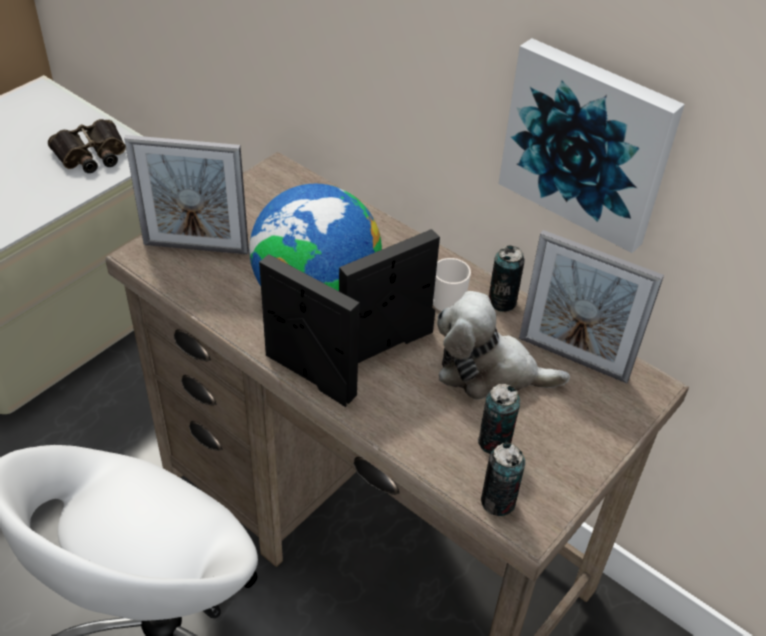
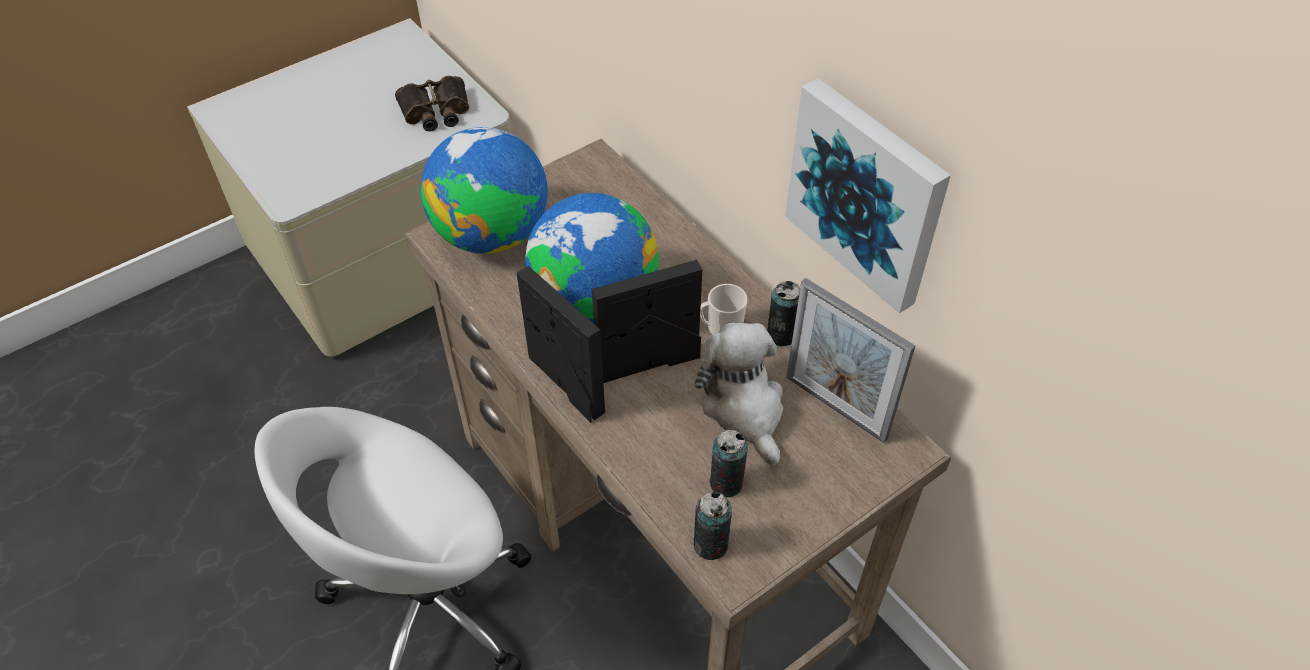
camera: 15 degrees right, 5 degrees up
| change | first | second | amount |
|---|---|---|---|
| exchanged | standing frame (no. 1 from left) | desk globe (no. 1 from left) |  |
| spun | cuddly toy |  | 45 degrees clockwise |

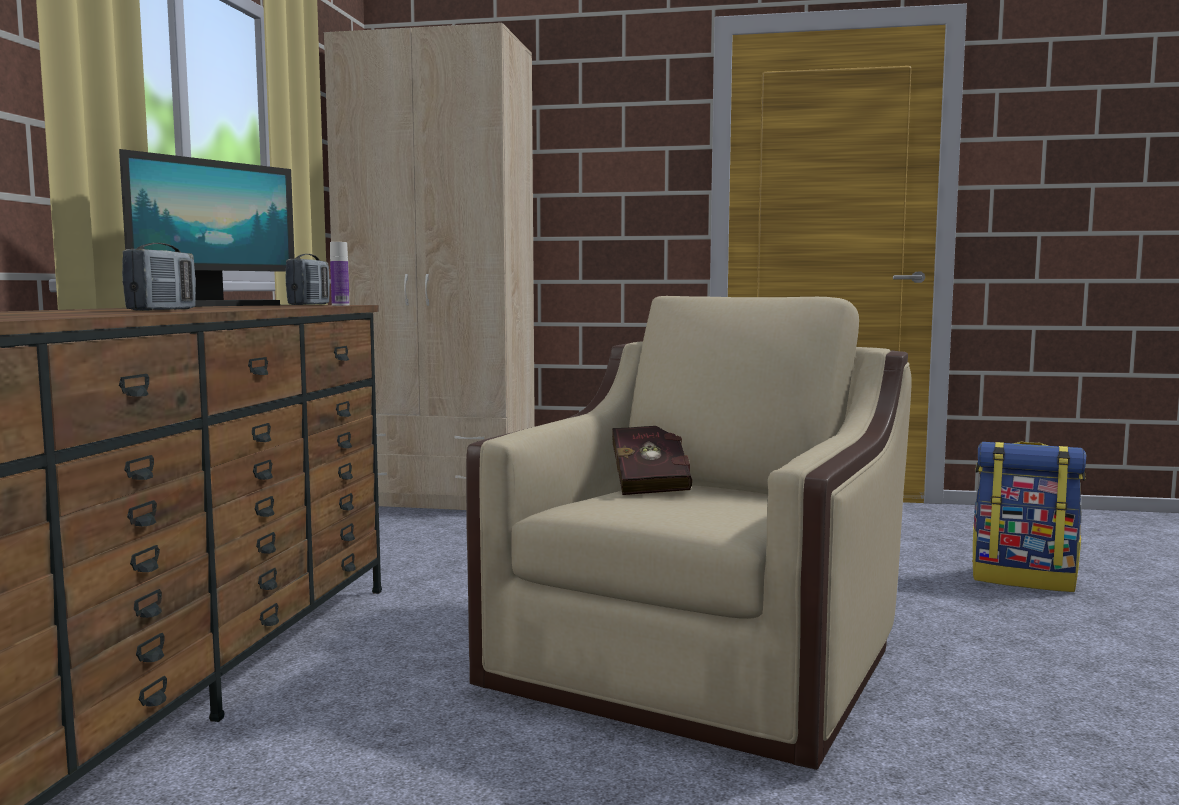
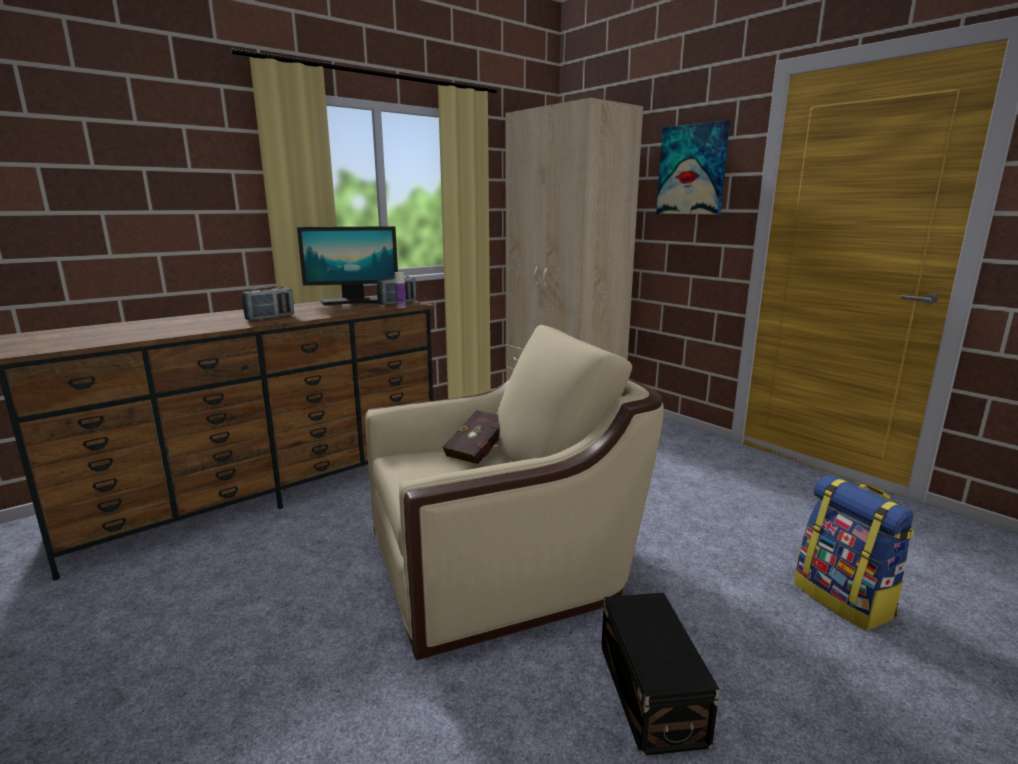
camera: 40 degrees right, 10 degrees up
| change | first | second | amount |
|---|---|---|---|
| appeared |  | wall art |  |
| appeared |  | blackish storage bin |  |

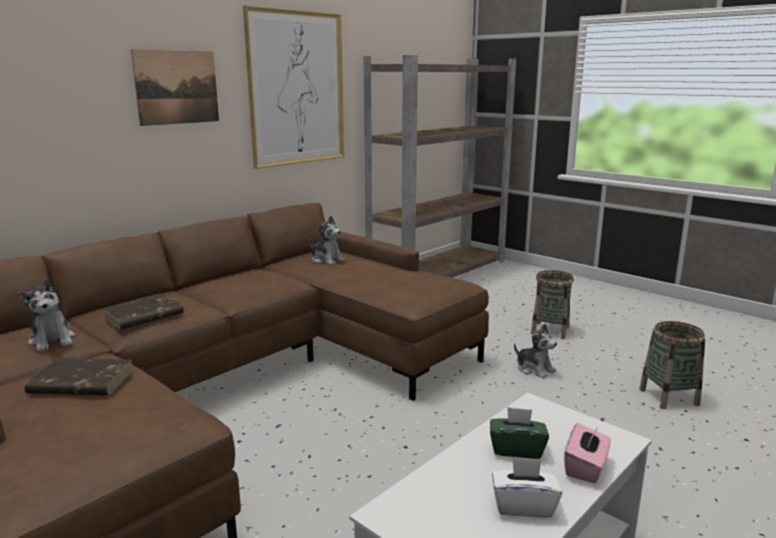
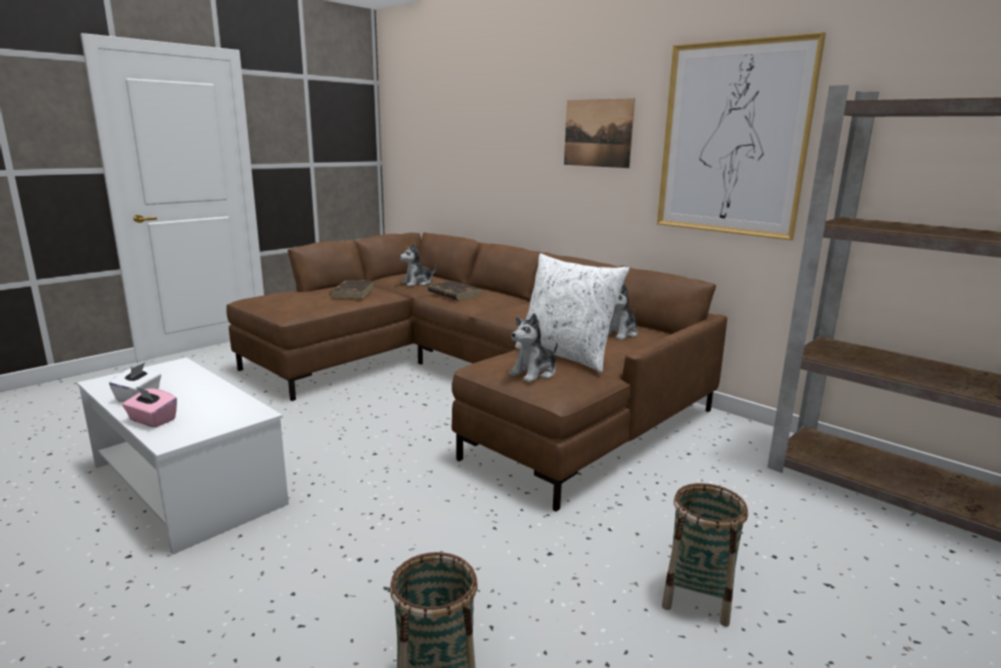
camera: 90 degrees right, 0 degrees up
| change | first | second | amount |
|---|---|---|---|
| relocated | cuddly toy (no. 3 from left in the first image) | cuddly toy (no. 2 from left) |  |
| missing | greenish box of tissues |  |  |
| appeared |  | white throw pillow |  |

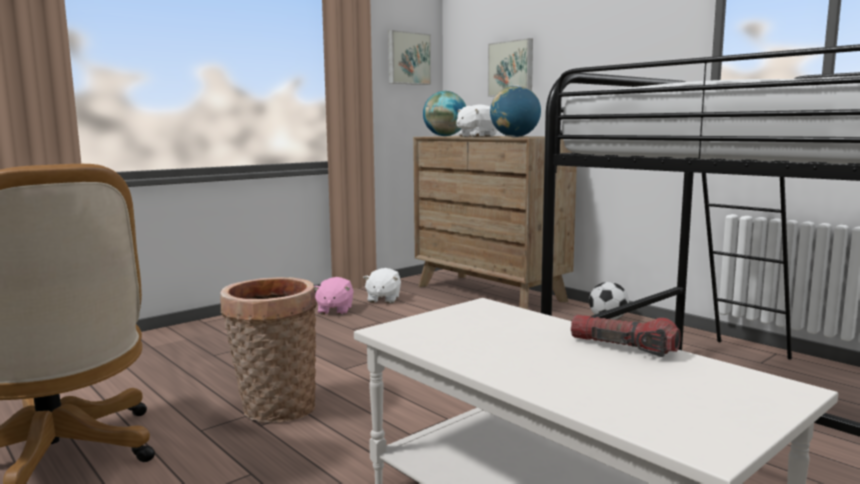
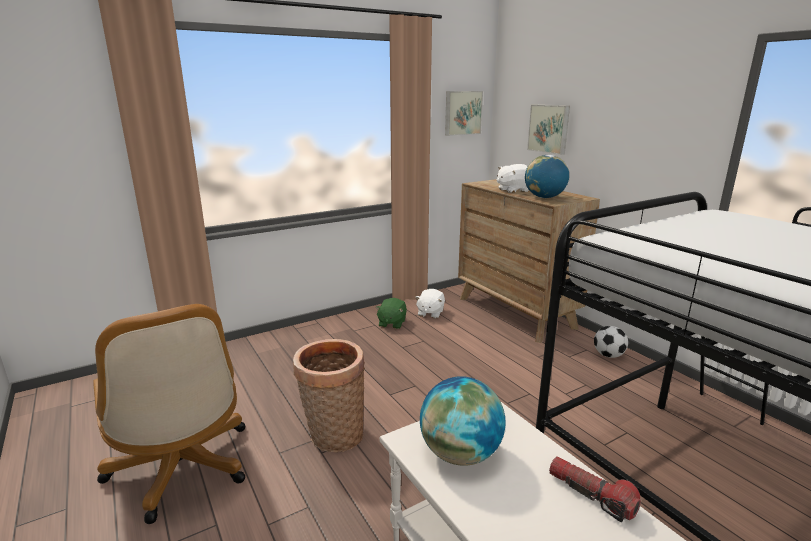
camera: 10 degrees right, 10 degrees up
| change | first | second | amount |
|---|---|---|---|
| relocated | desk globe (no. 1 from left) |  |  |
| colour | pinkish cuddly toy | greenish cuddly toy |  |

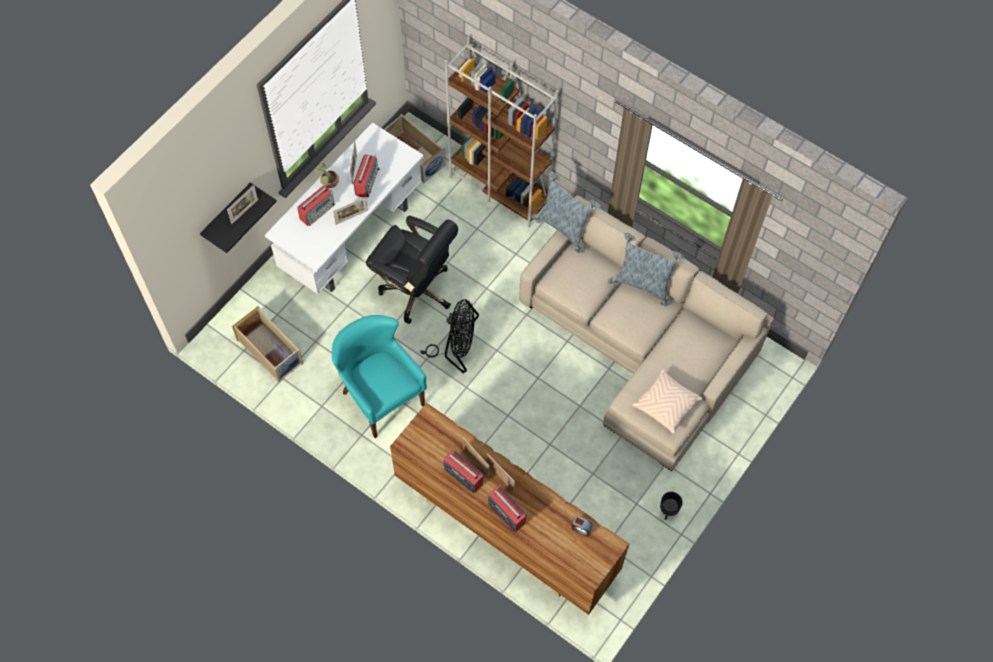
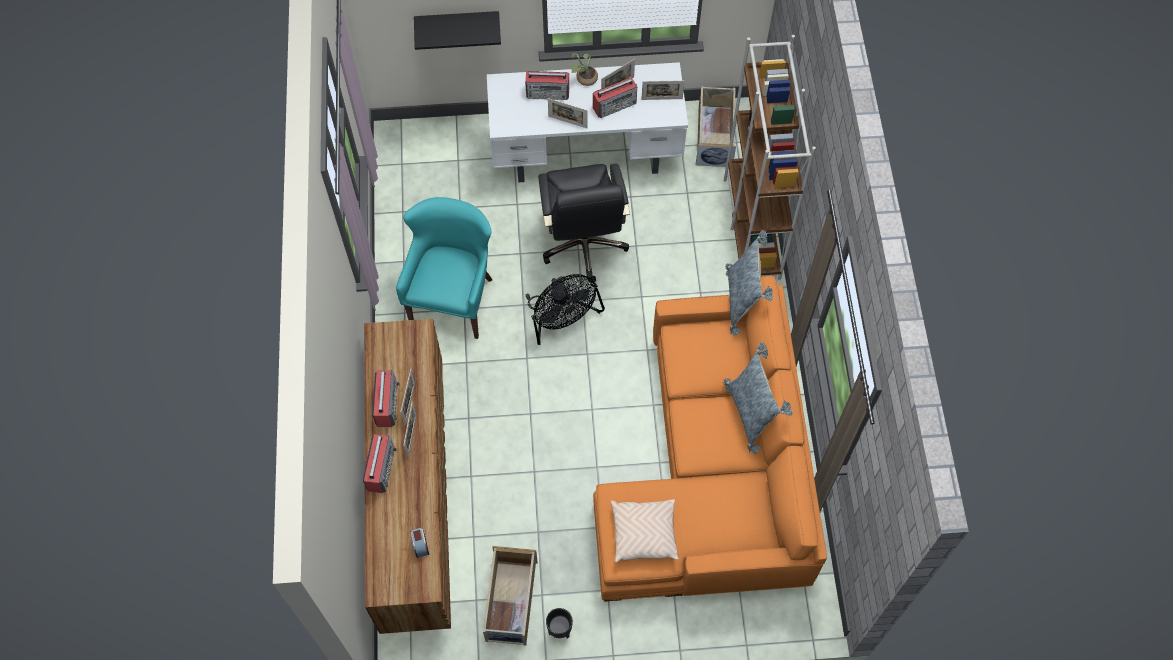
camera: 50 degrees right, 0 degrees up
| change | first | second | amount |
|---|---|---|---|
| relocated | standing frame (no. 1 from left in the first image) | standing frame (no. 5 from left) |  |
| colour | beige-coloured couch | orangey couch |  |
| relocated | beige-coloured storage bin (no. 1 from left) |  |  |

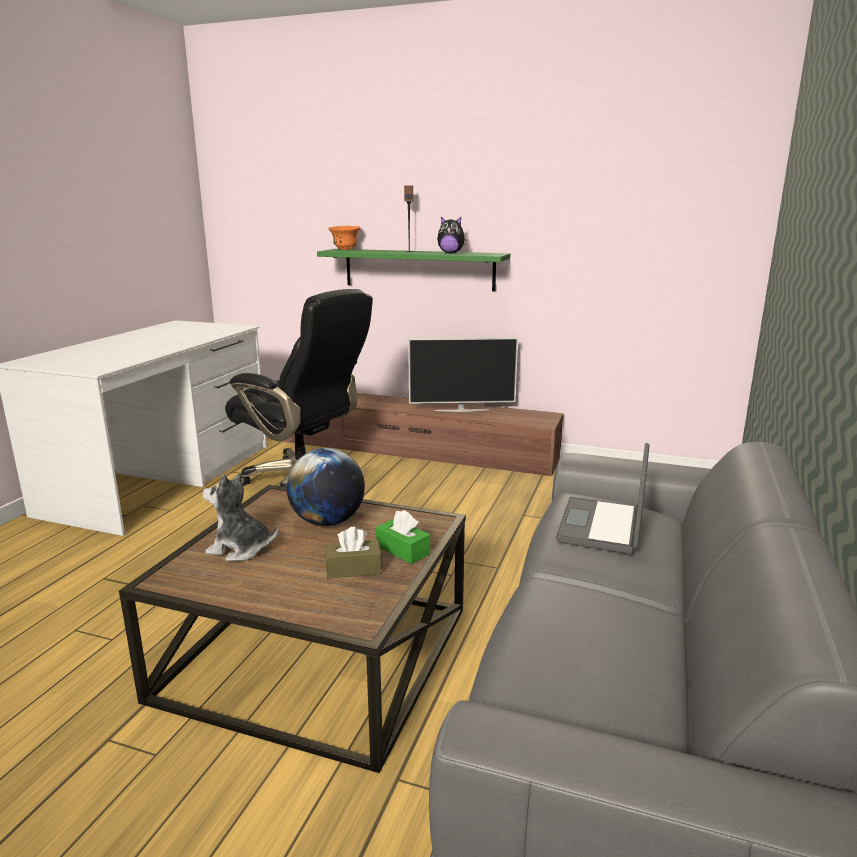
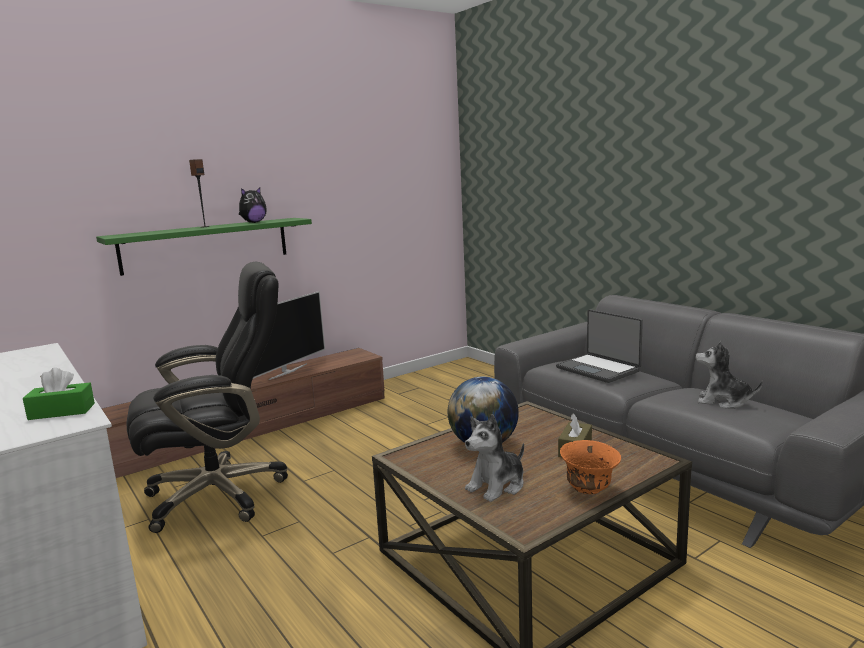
camera: 55 degrees left, 5 degrees down
| change | first | second | amount |
|---|---|---|---|
| relocated | orangey deep dish |  |  |
| relocated | greenish box of tissues |  |  |
| appeared |  | cuddly toy (no. 3 from left) |  |

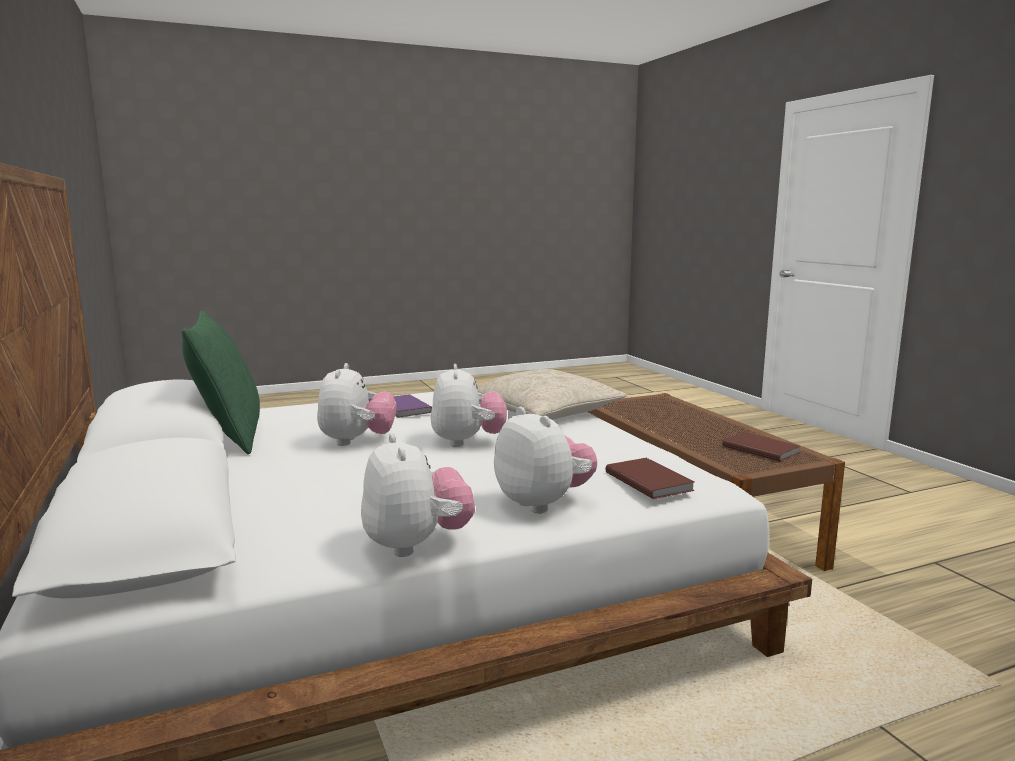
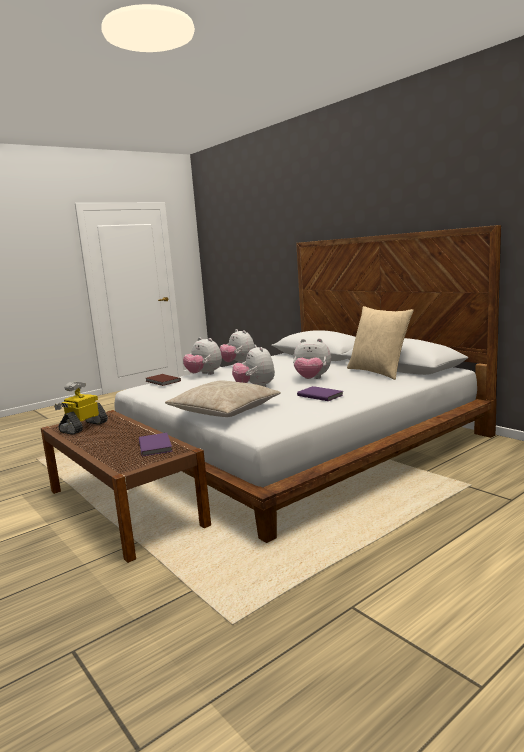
camera: 165 degrees right, 0 degrees up
| change | first | second | amount |
|---|---|---|---|
| colour | greenish throw pillow | beige-coloured throw pillow (no. 2 from left) |  |
| spun | cuddly toy (no. 1 from left in the first image) | cuddly toy (no. 4 from left) | 60 degrees counterclockwise |
| exchanged | brown volume (no. 2 from left) | toy robot |  |
| appeared |  | purple-coloured volume (no. 1 from left) |  |

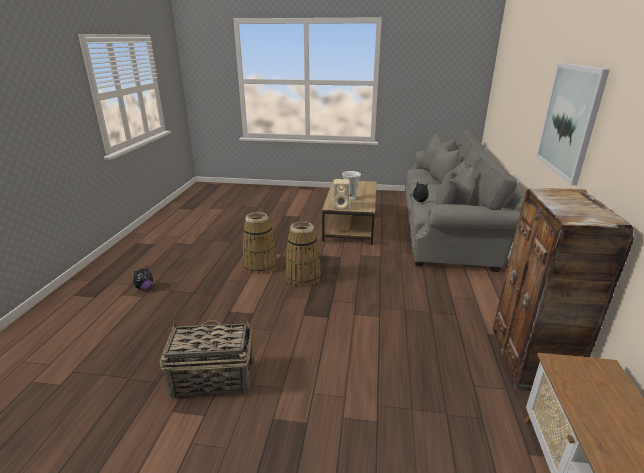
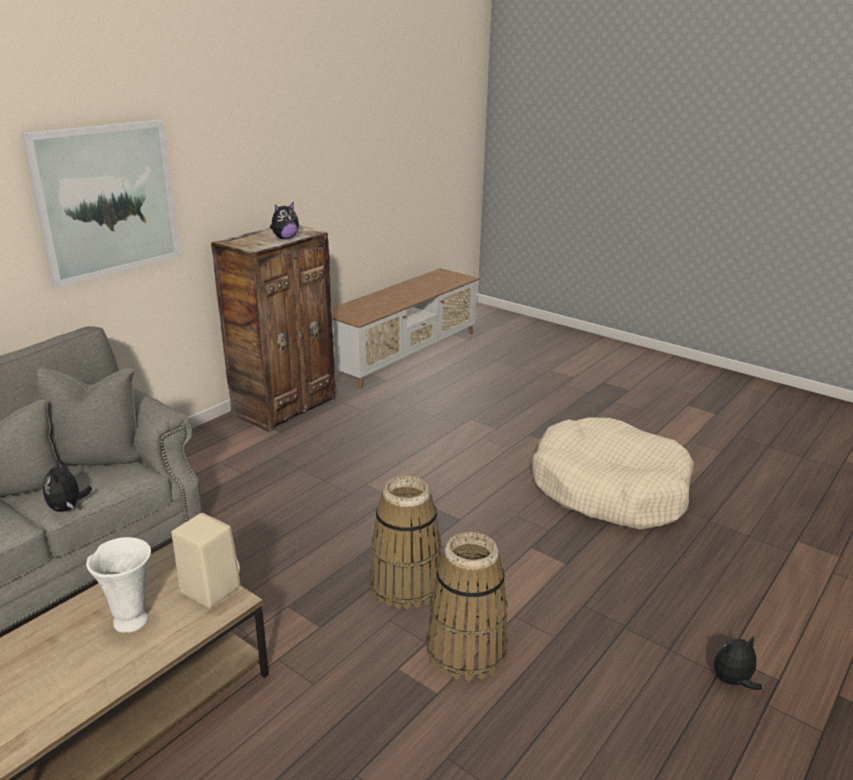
camera: 150 degrees left, 0 degrees up
| change | first | second | amount |
|---|---|---|---|
| exchanged | storage basket (no. 1 from left) | beige-coloured pet bed |  |
| appeared |  | cuddly toy (no. 2 from left) |  |

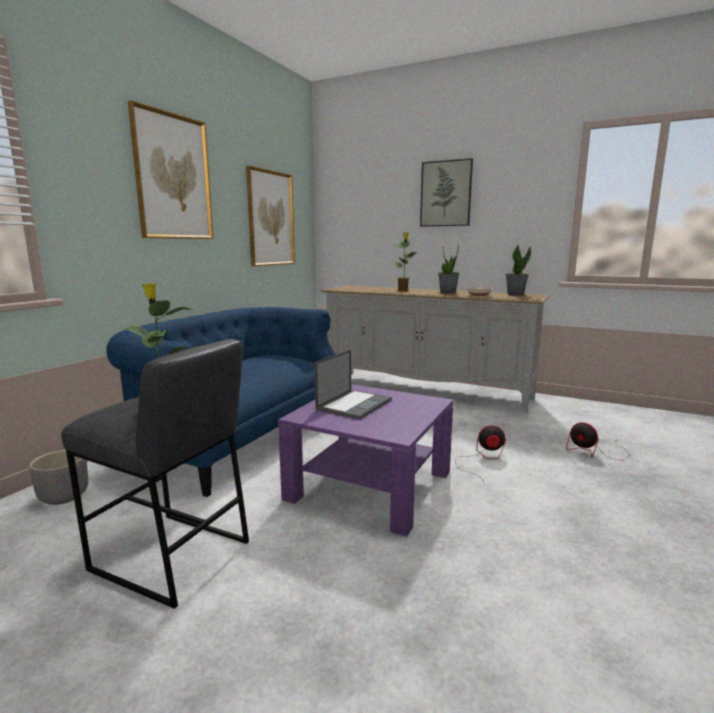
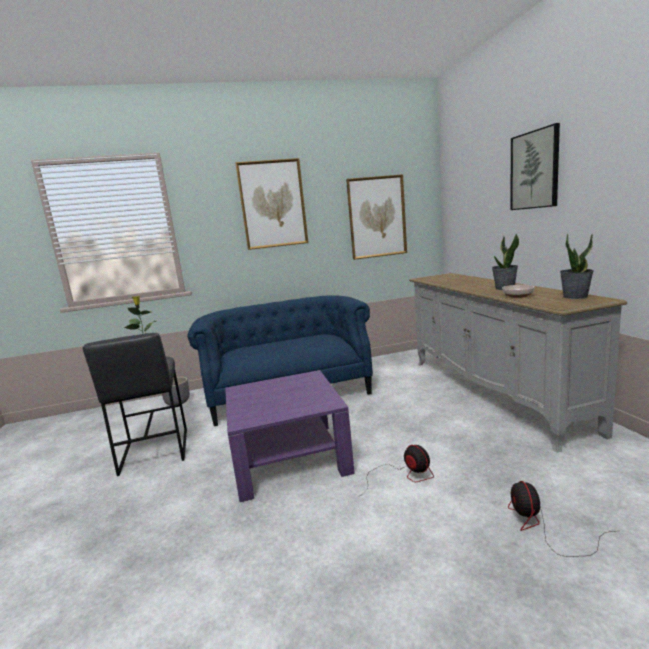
camera: 50 degrees right, 0 degrees up
| change | first | second | amount |
|---|---|---|---|
| missing | houseplant (no. 2 from left) |  |  |
| missing | notebook computer |  |  |

